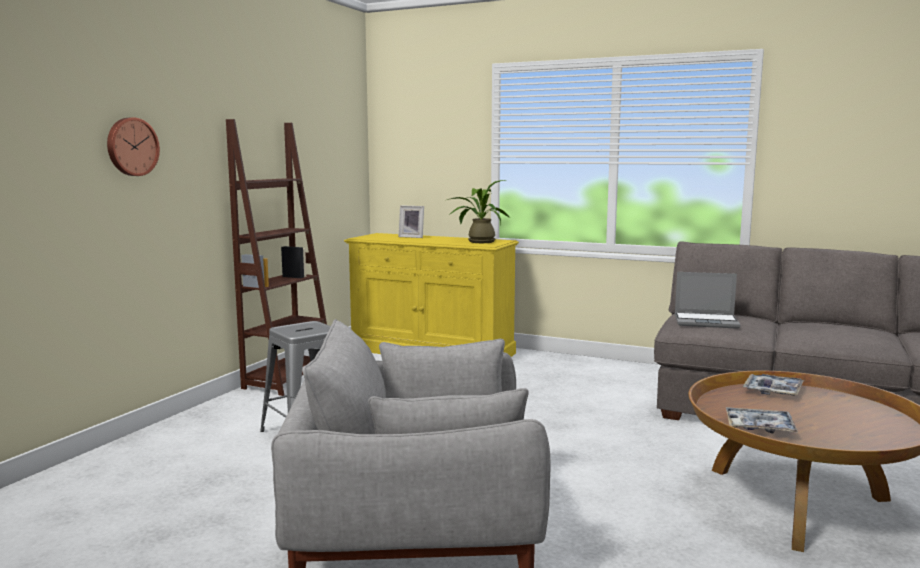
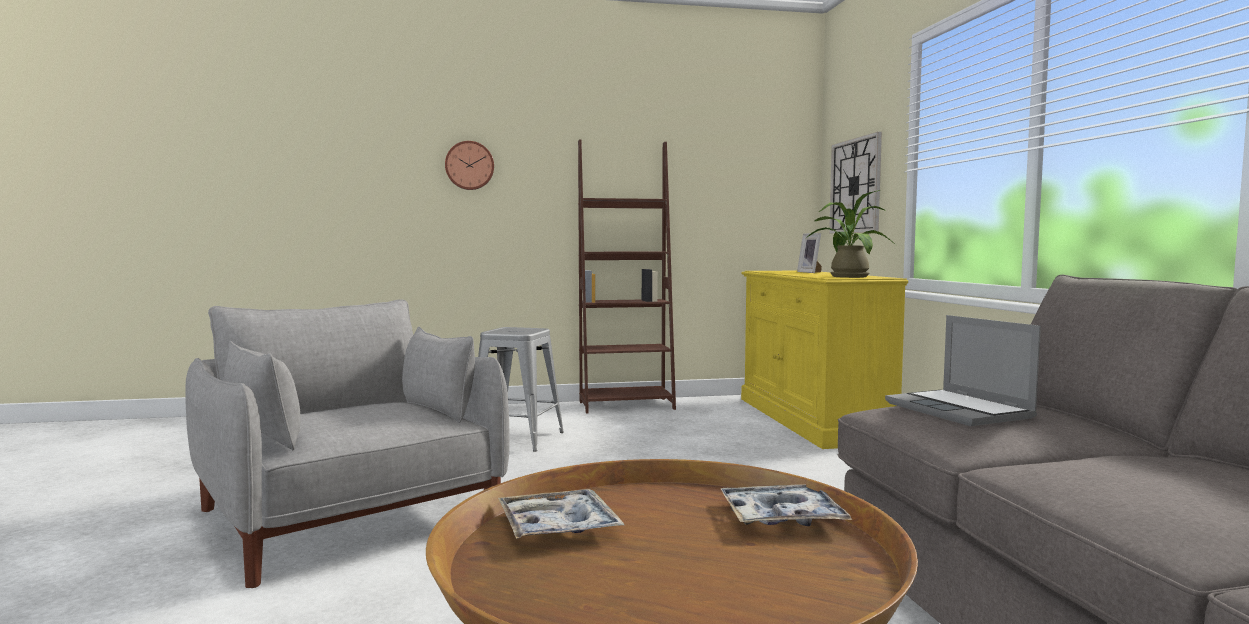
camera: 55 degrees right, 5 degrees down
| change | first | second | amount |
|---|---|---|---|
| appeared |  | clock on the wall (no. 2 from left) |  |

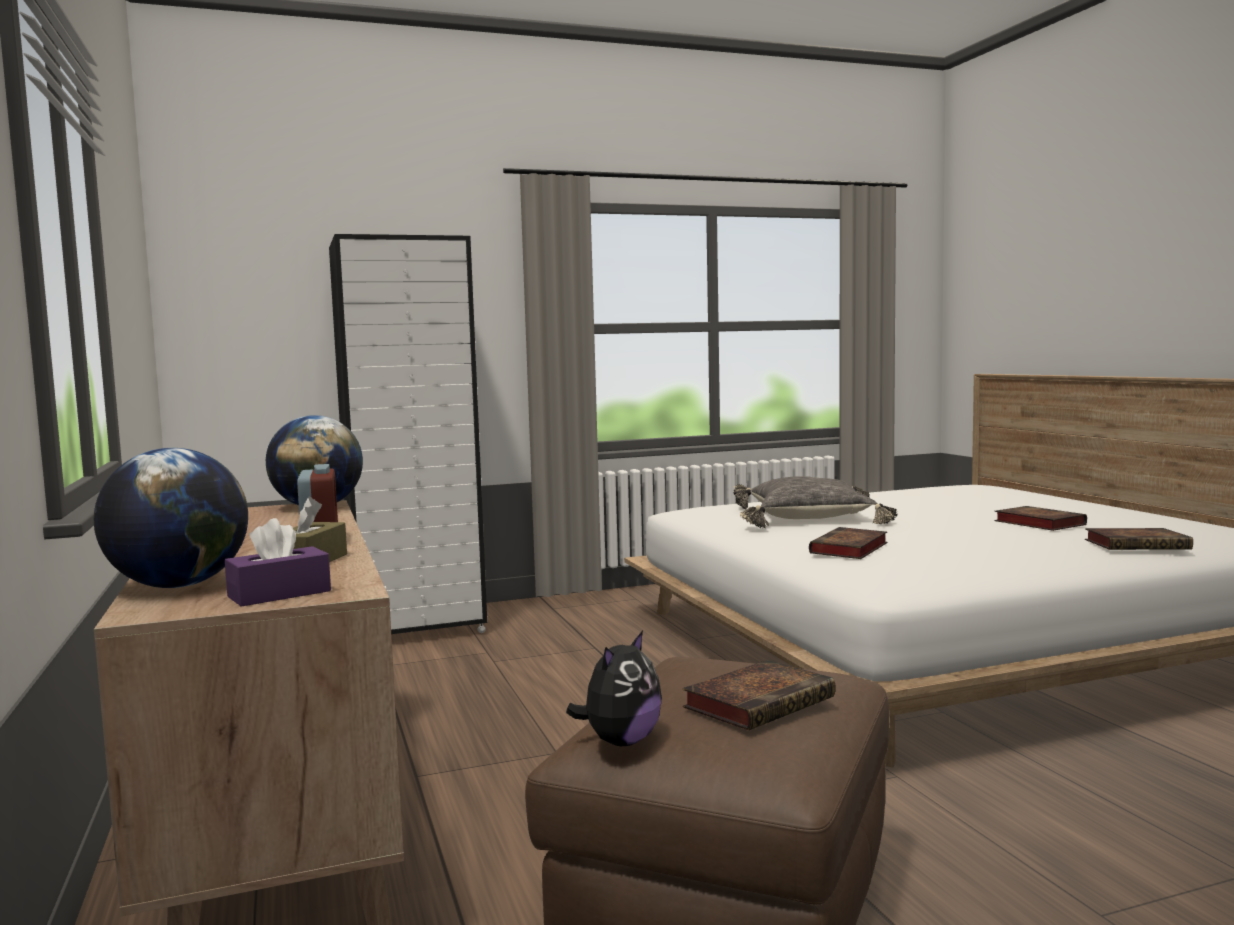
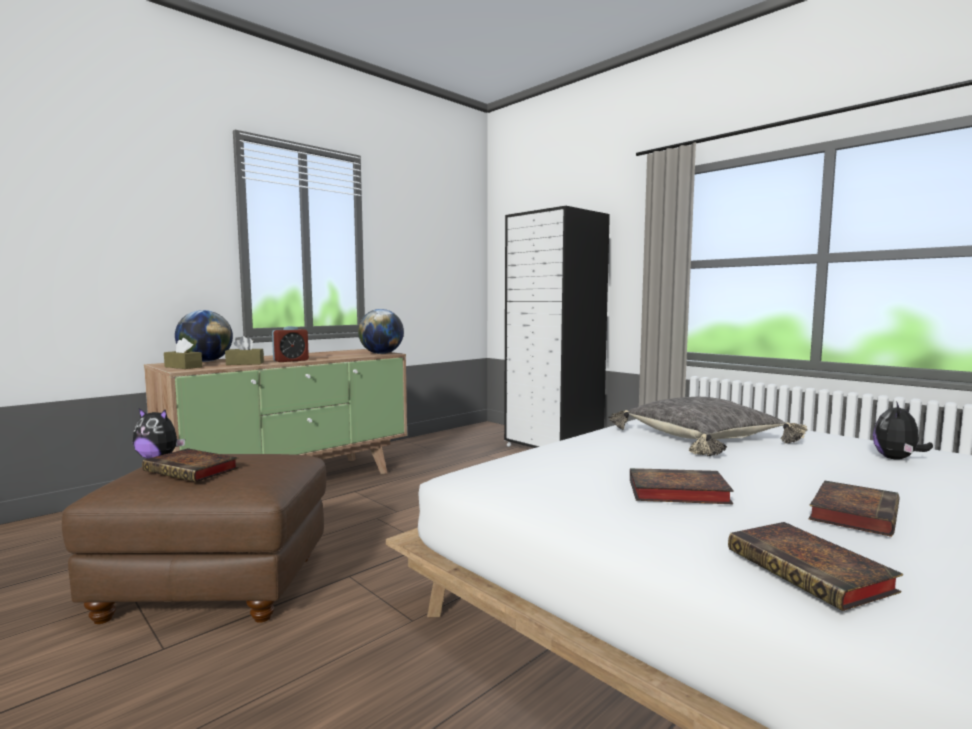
camera: 65 degrees right, 0 degrees up
| change | first | second | amount |
|---|---|---|---|
| colour | purple-coloured box of tissues | brown box of tissues (no. 1 from left) |  |
| relocated | volume (no. 2 from left) |  |  |
| appeared |  | cuddly toy (no. 2 from left) |  |

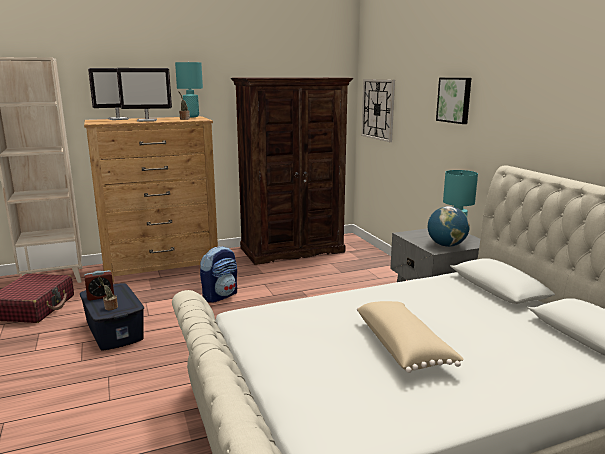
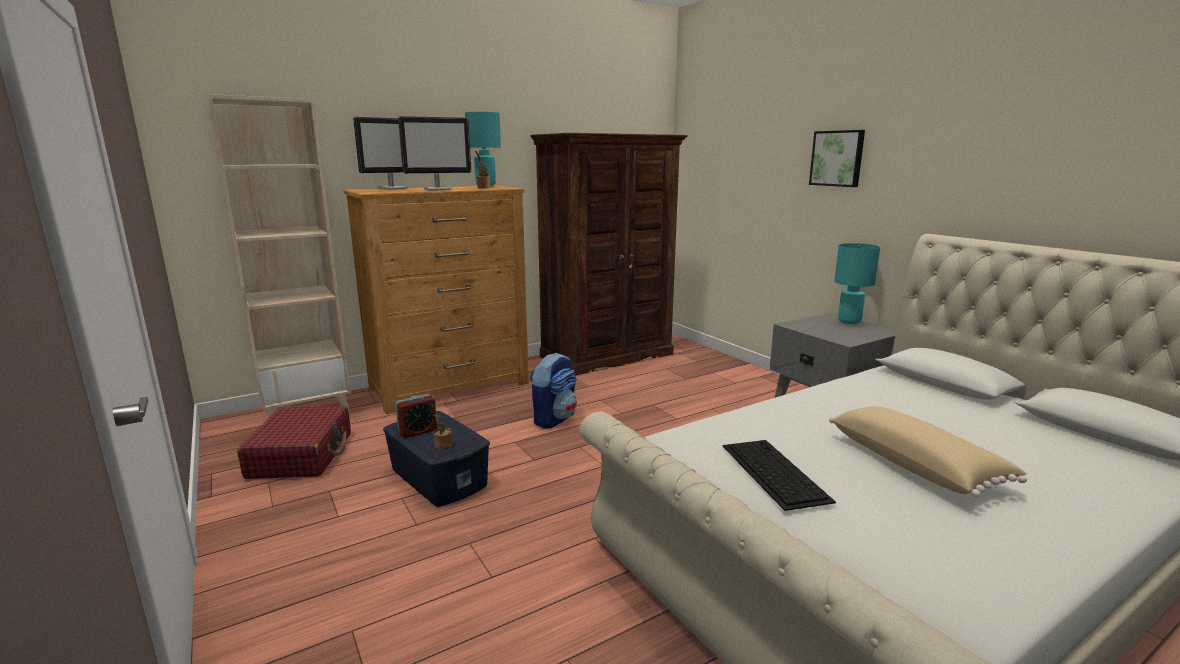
camera: 10 degrees left, 0 degrees up
| change | first | second | amount |
|---|---|---|---|
| missing | clock on the wall |  |  |
| missing | desk globe |  |  |
| appeared |  | PC keyboard |  |

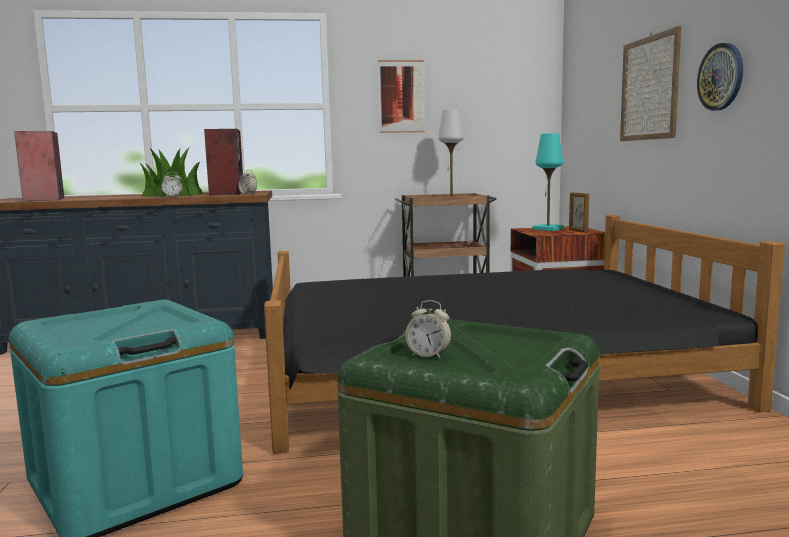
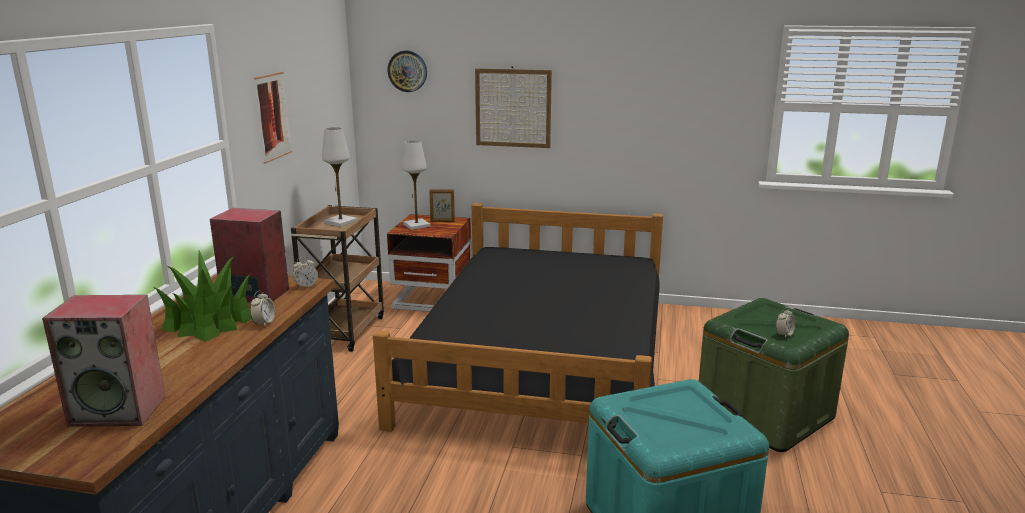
camera: 70 degrees left, 10 degrees up
| change | first | second | amount |
|---|---|---|---|
| relocated | clock on the wall |  |  |
| colour | turquoise table lamp | white table lamp (no. 2 from left) |  |

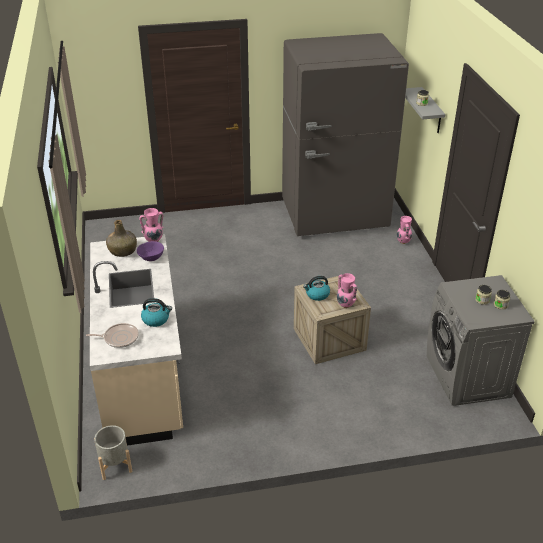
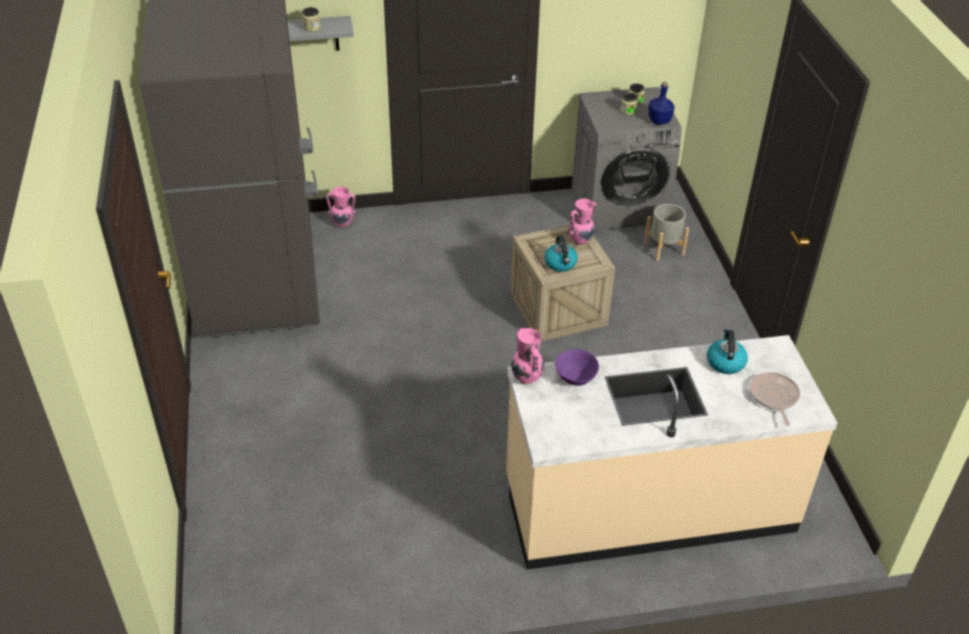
camera: 90 degrees left, 5 degrees up
| change | first | second | amount |
|---|---|---|---|
| missing | greenish bottle |  |  |
| relocated | grey plant pot |  |  |
| appeared |  | blue-coloured bottle |  |

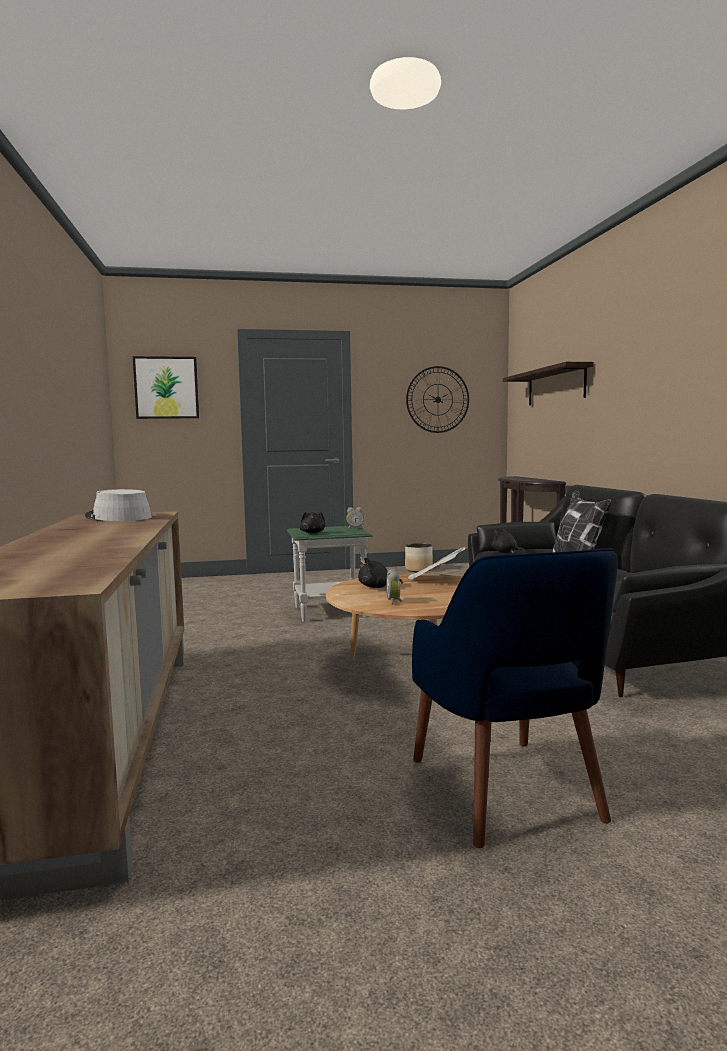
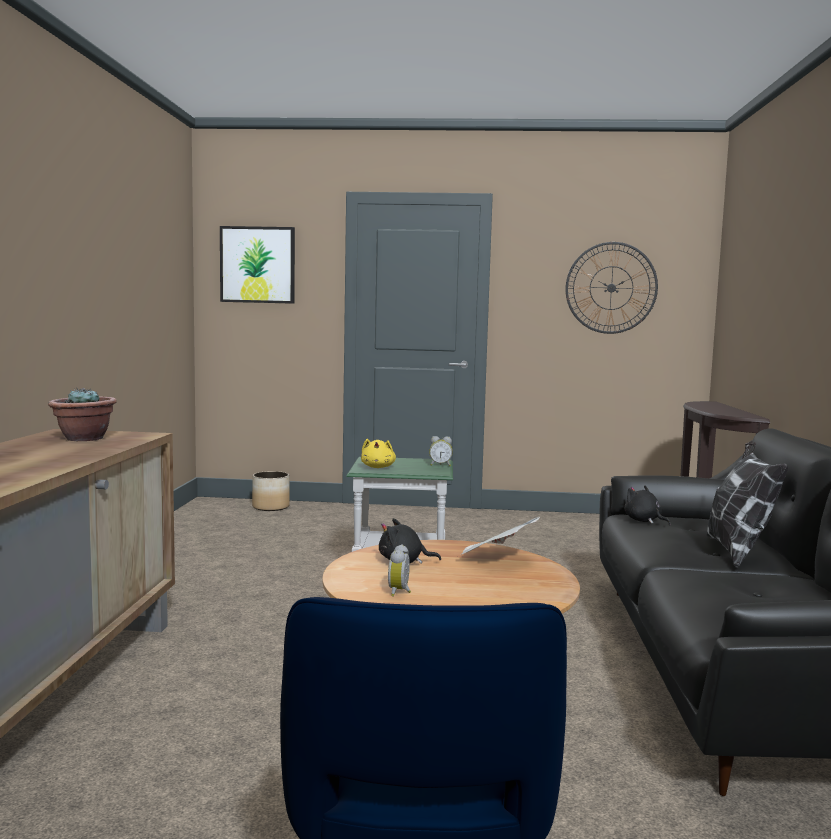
camera: 15 degrees right, 0 degrees up
| change | first | second | amount |
|---|---|---|---|
| missing | bracket shelf |  |  |
| exchanged | grey hat | houseplant |  |
| colour | blackish cuddly toy (no. 1 from left) | yellow-coloured cuddly toy |  |
| relocated | plant pot |  |  |

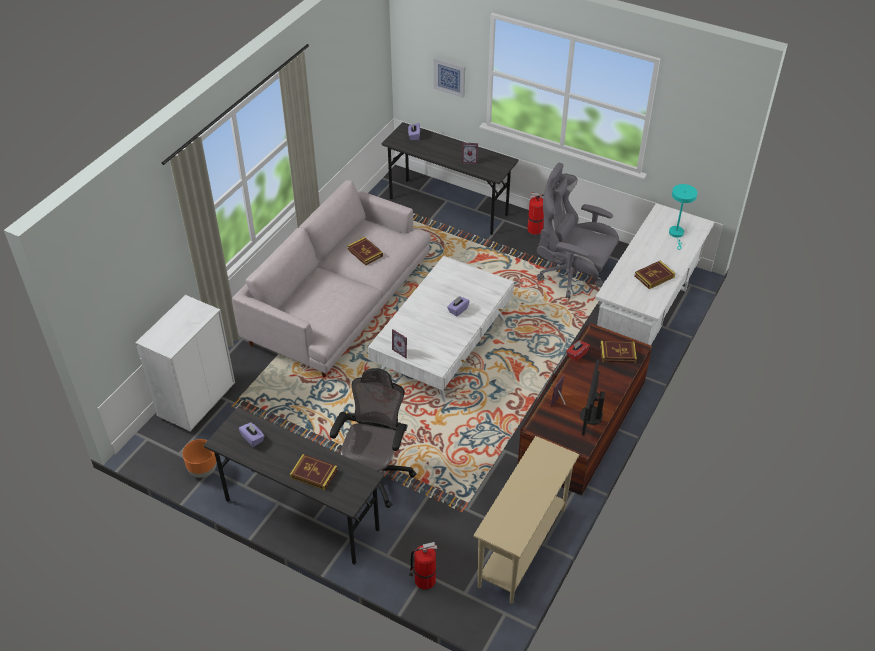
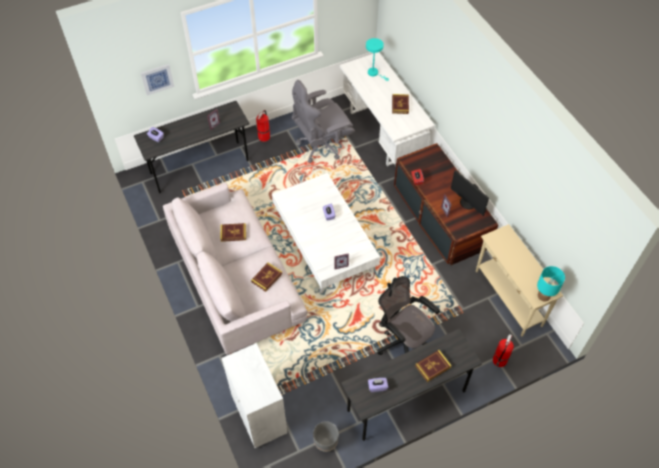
camera: 55 degrees left, 10 degrees up
| change | first | second | amount |
|---|---|---|---|
| relocated | volume (no. 3 from left in the first image) | volume (no. 2 from left) |  |
| colour | orangey plant pot | grey plant pot |  |
| appeared |  | turquoise table lamp (no. 2 from left) |  |

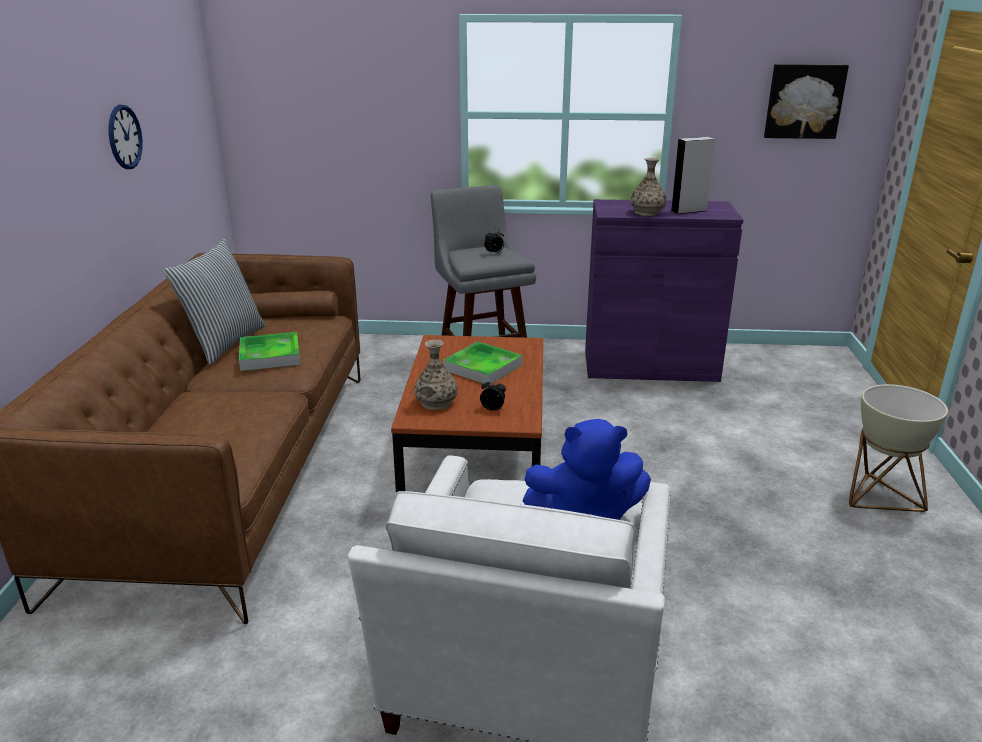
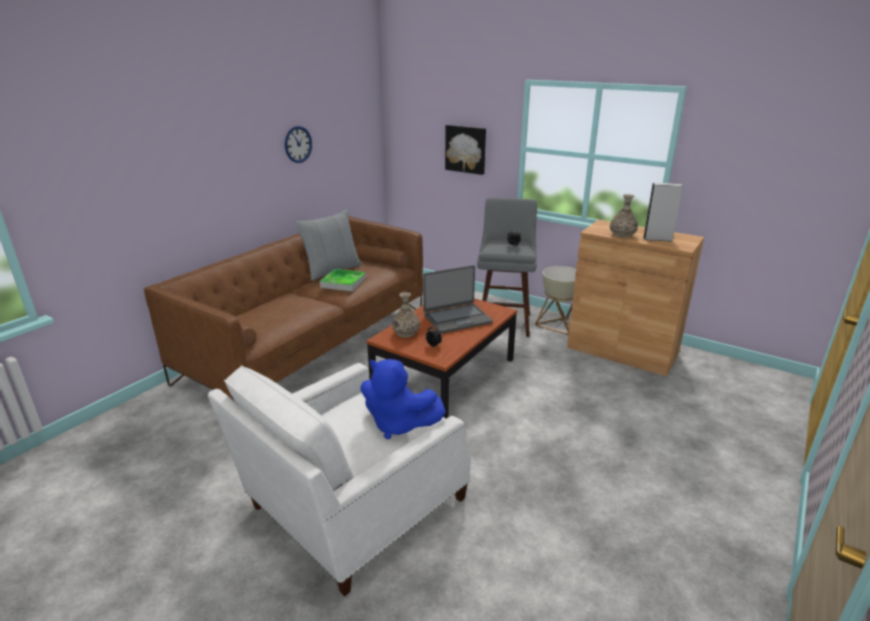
camera: 30 degrees right, 0 degrees up
| change | first | second | amount |
|---|---|---|---|
| relocated | wall art |  |  |
| colour | purple-coloured cupboard | brown cupboard |  |
| exchanged | tray (no. 2 from left) | notebook computer |  |
| relocated | plant pot |  |  |

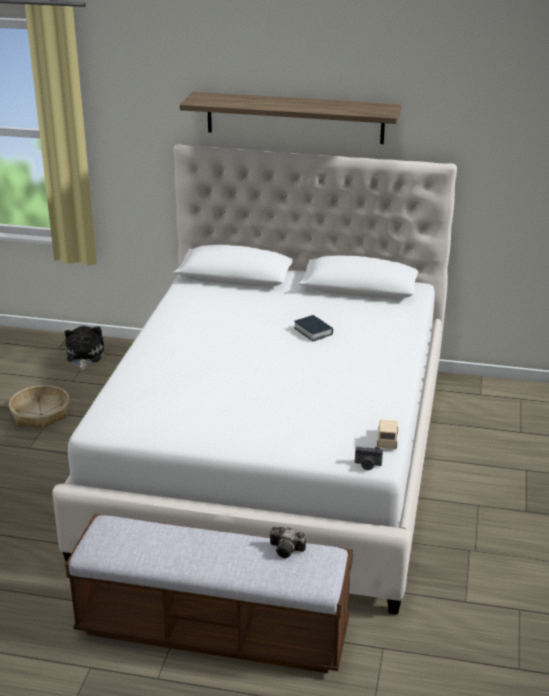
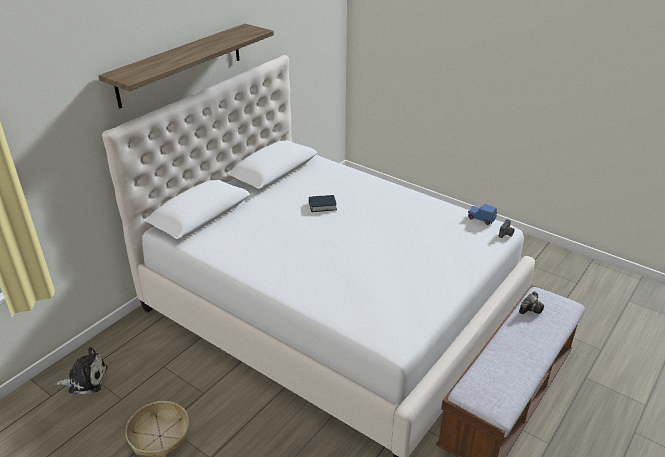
camera: 65 degrees left, 5 degrees up
| change | first | second | amount |
|---|---|---|---|
| spun | cuddly toy |  | 150 degrees clockwise |
| colour | beige-coloured miniature car | blue-coloured miniature car |  |

